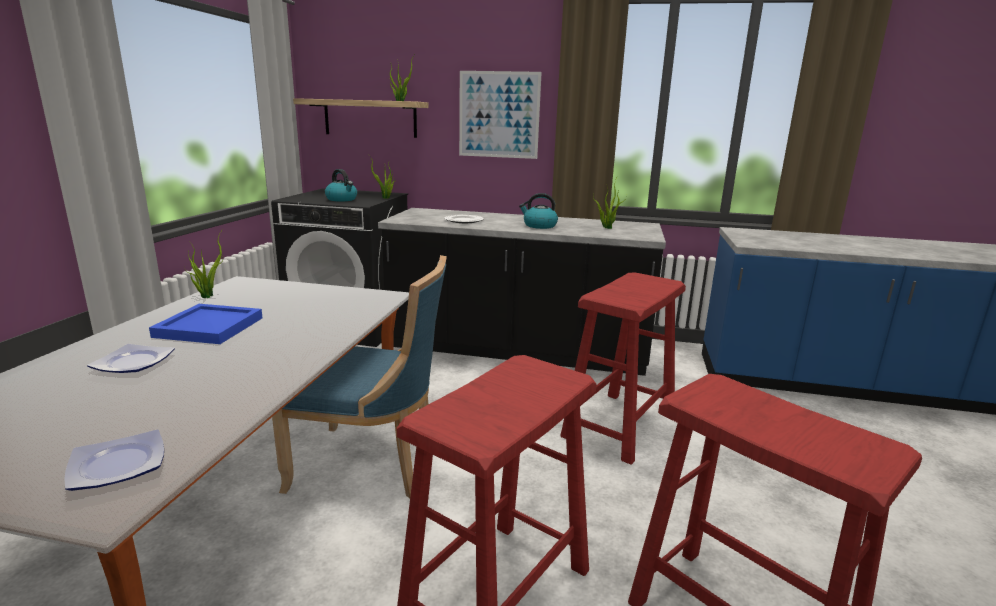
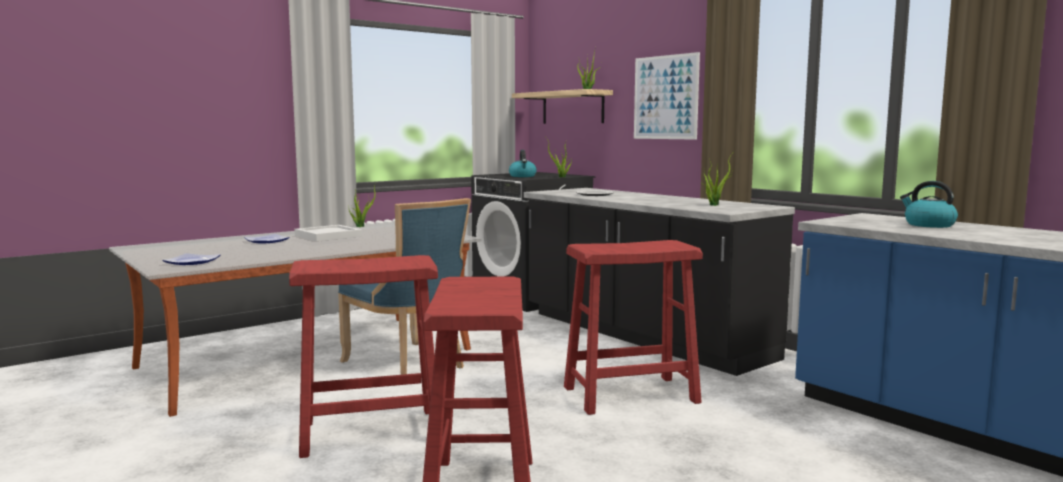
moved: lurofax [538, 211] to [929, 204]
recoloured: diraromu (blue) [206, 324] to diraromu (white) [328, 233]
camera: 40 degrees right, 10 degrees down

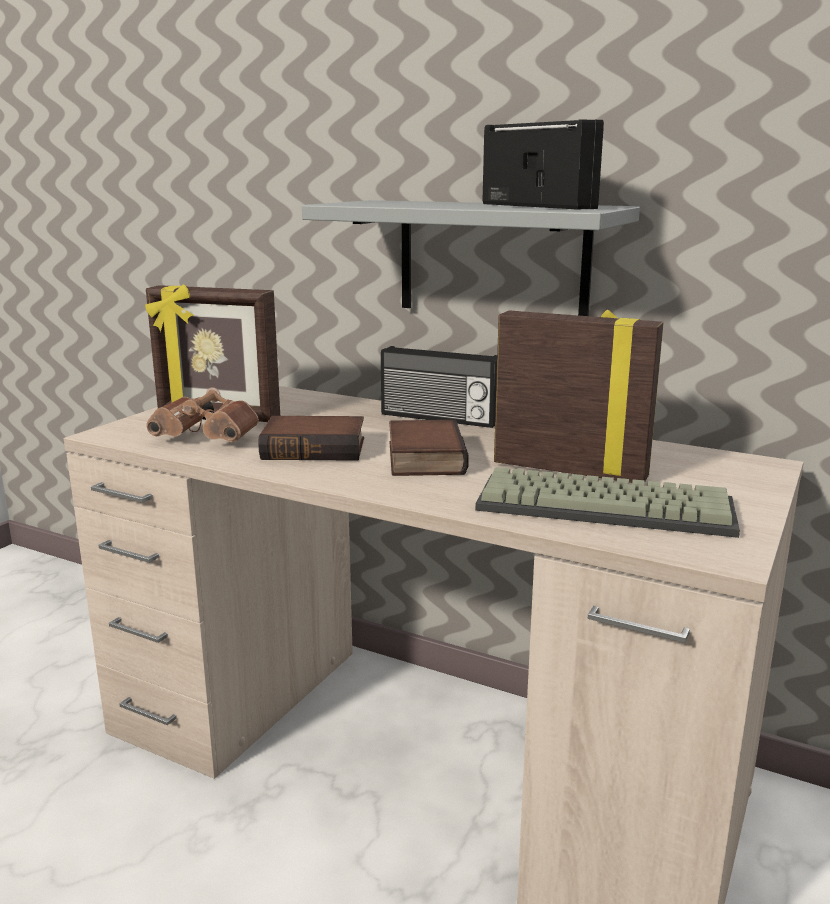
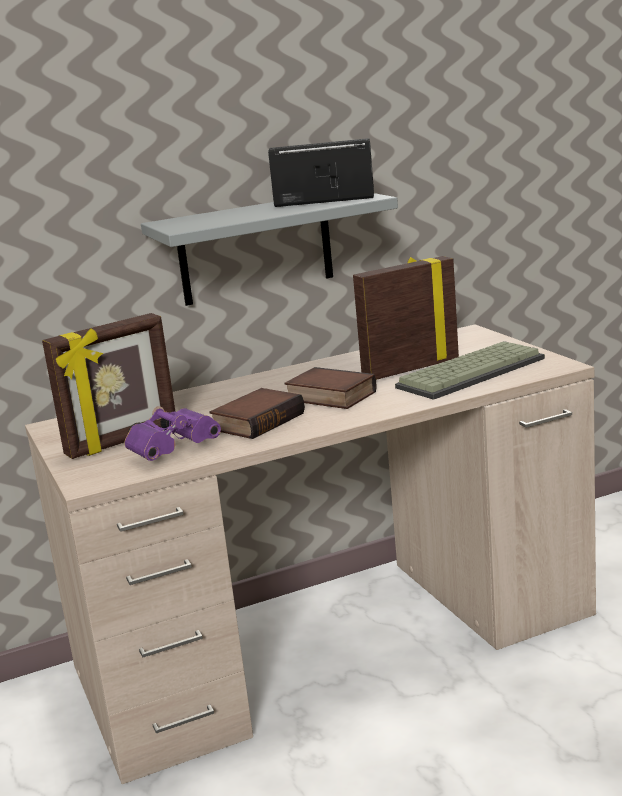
removed: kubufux [439, 387]
recoloured: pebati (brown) [202, 414] to pebati (purple) [172, 433]
camera: 50 degrees left, 0 degrees up

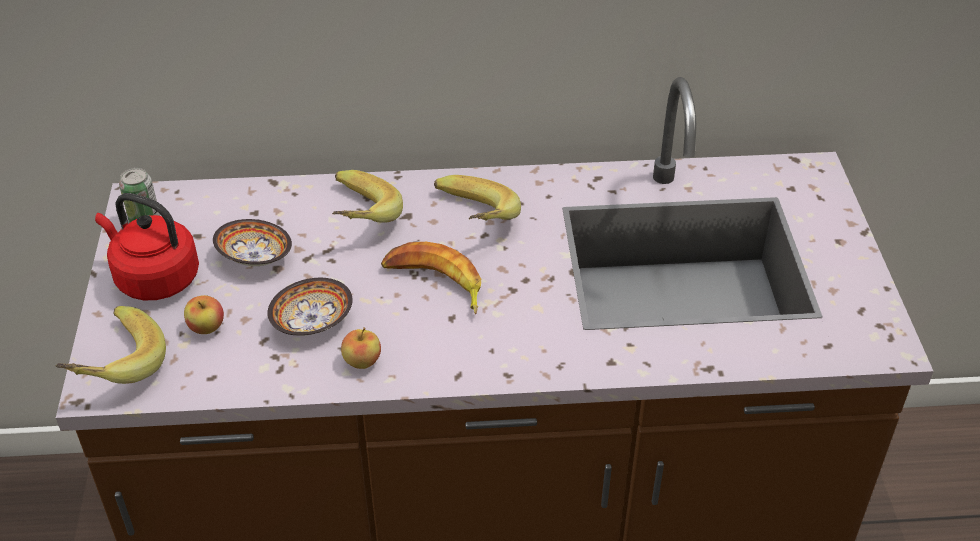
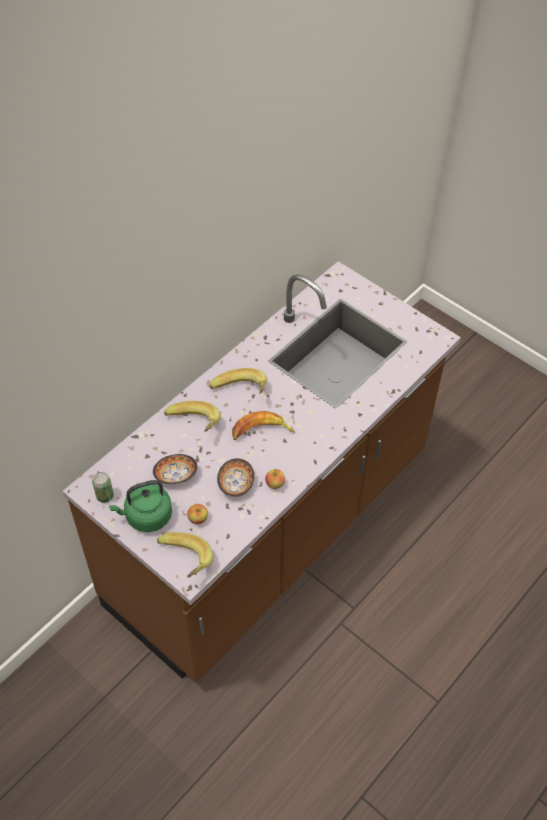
recoloured: lurofax (red) [147, 246] to lurofax (green) [140, 506]
camera: 45 degrees left, 10 degrees up

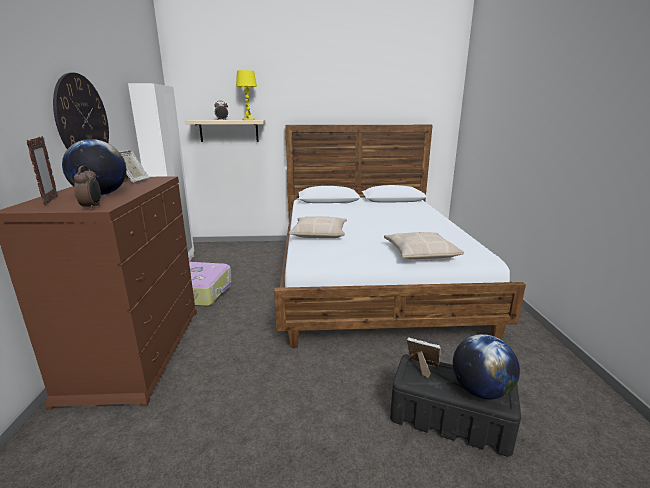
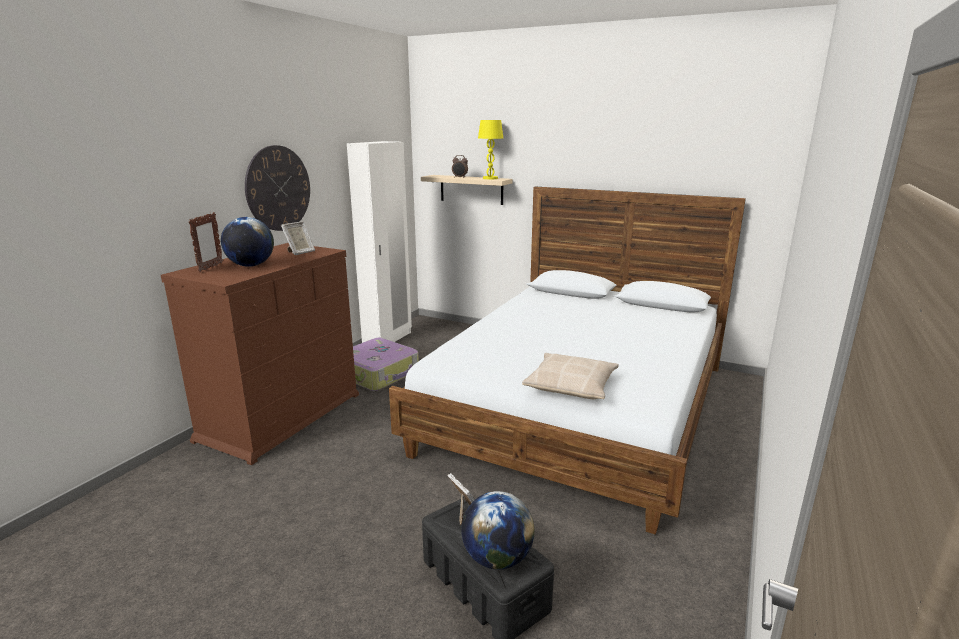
removed: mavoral [87, 188]; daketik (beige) [318, 227]
camera: 30 degrees right, 0 degrees up

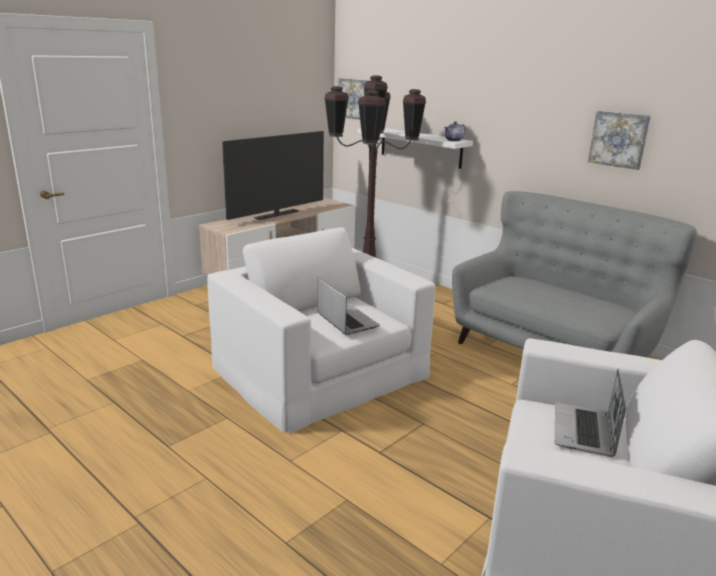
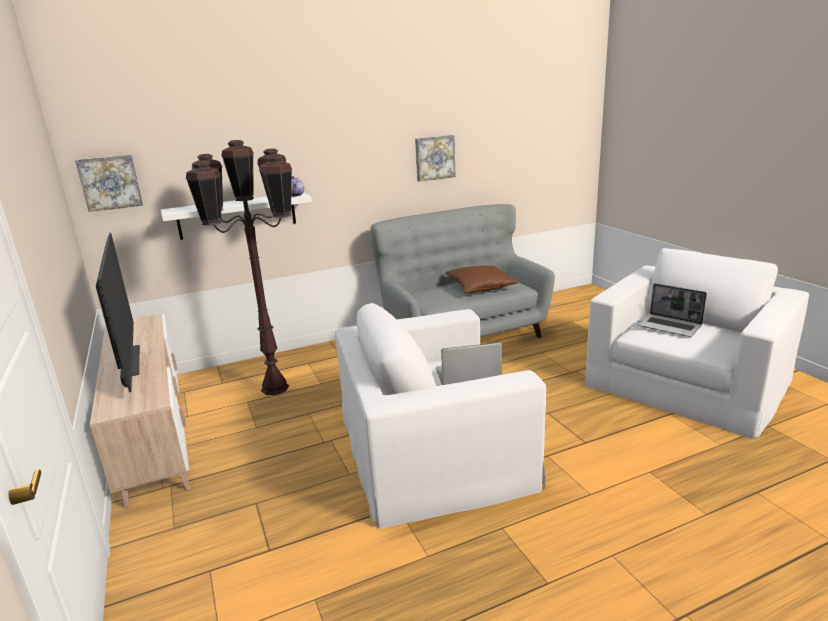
added: daketik (brown) [482, 279]
camera: 65 degrees left, 0 degrees up

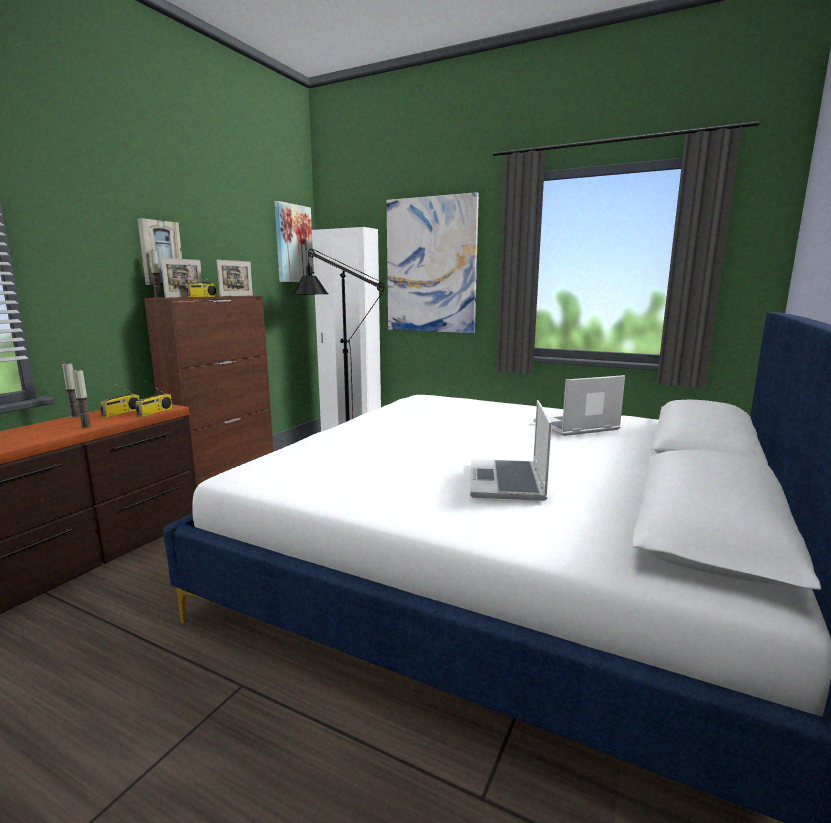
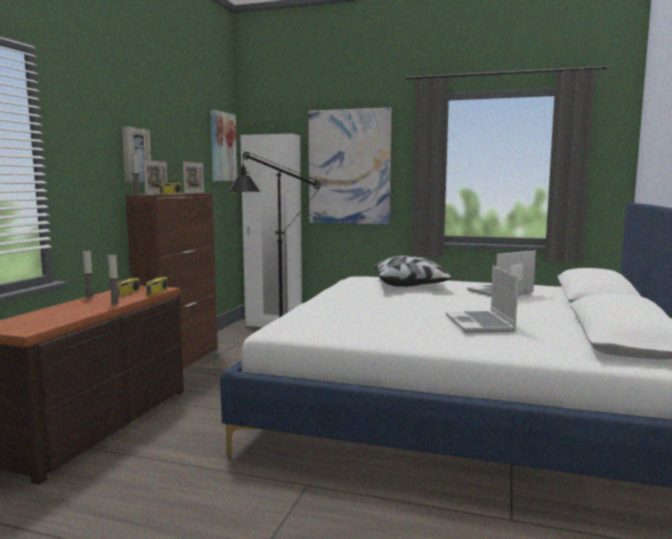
added: daketik [414, 271]
camera: 10 degrees left, 5 degrees down

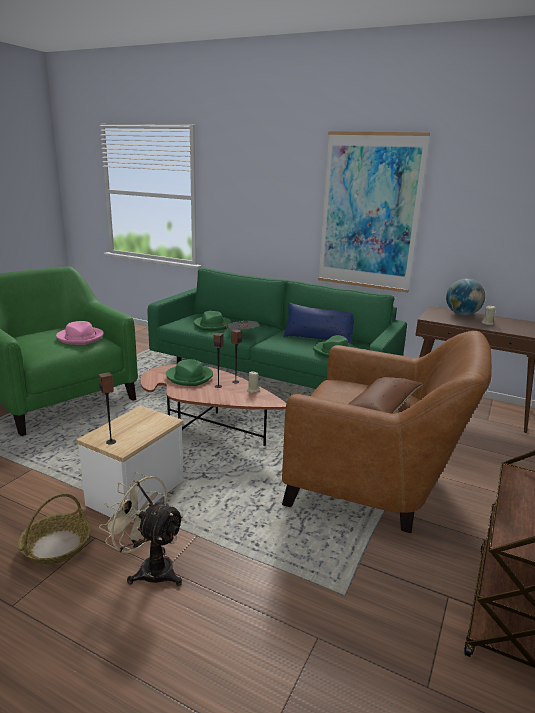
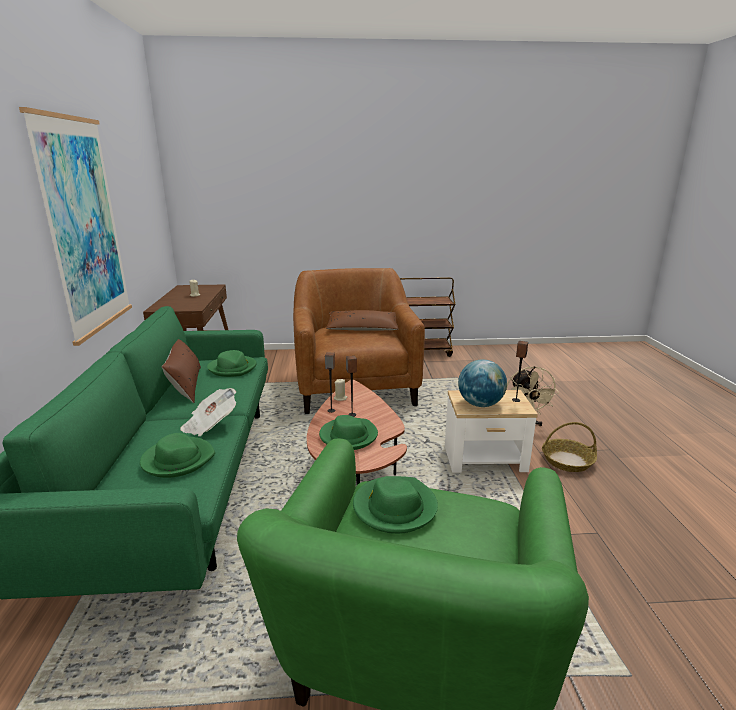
moved: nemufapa [465, 297] to [482, 383]
recoloured: daketik (blue) [318, 323] to daketik (brown) [181, 371]; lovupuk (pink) [80, 333] to lovupuk (green) [395, 505]
camera: 120 degrees left, 0 degrees up

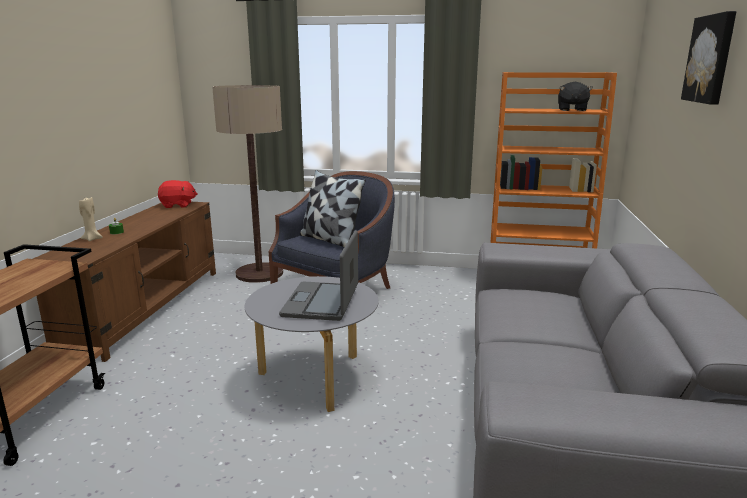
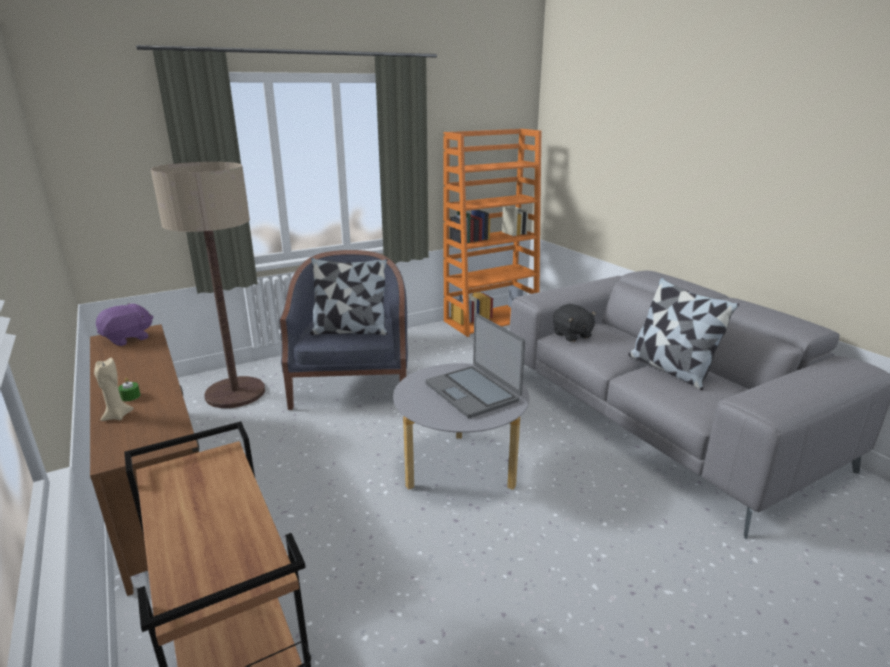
removed: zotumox [709, 58]
added: daketik [683, 333]
moved: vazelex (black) [575, 96] to [575, 323]
recoloured: vazelex (red) [178, 194] to vazelex (purple) [124, 324]
camera: 40 degrees left, 5 degrees up

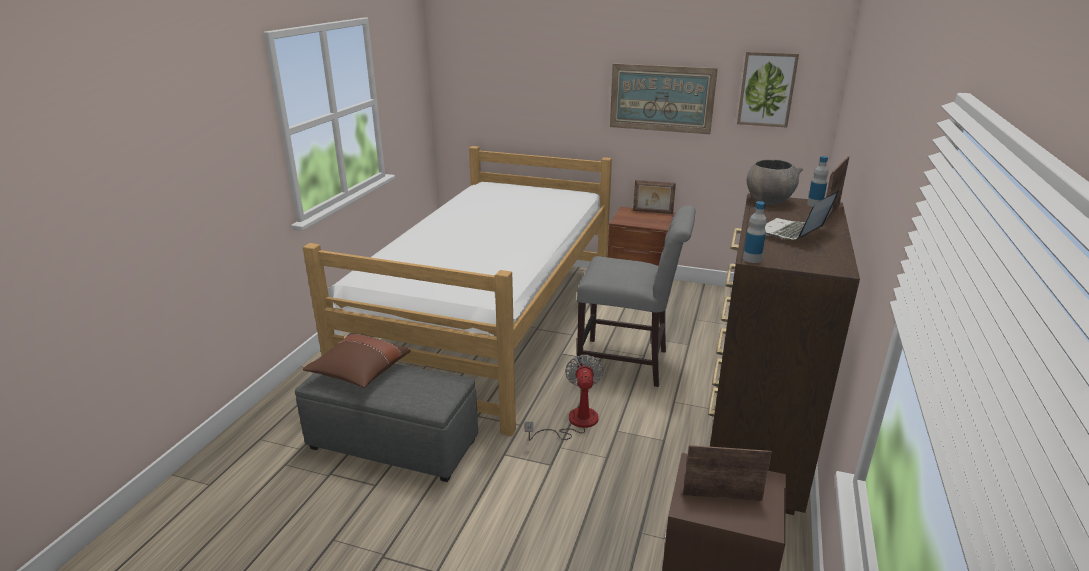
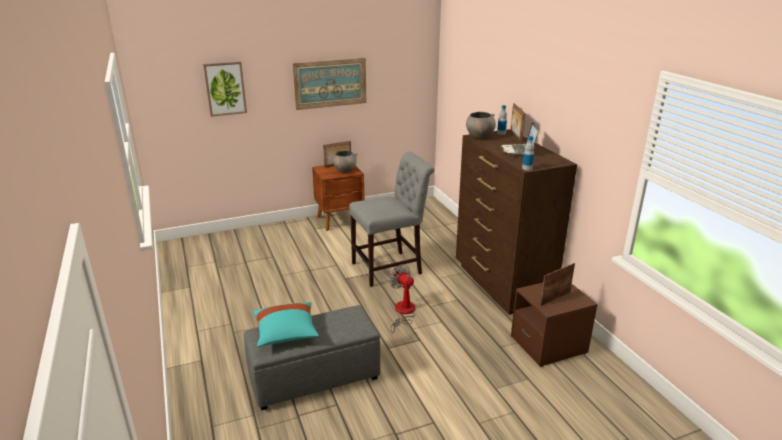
removed: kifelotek [457, 291]
added: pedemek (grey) [345, 161]
moved: zotumox [768, 90] to [225, 89]
recoloured: daketik (brown) [357, 360] to daketik (turquoise) [285, 324]
camera: 40 degrees left, 0 degrees up

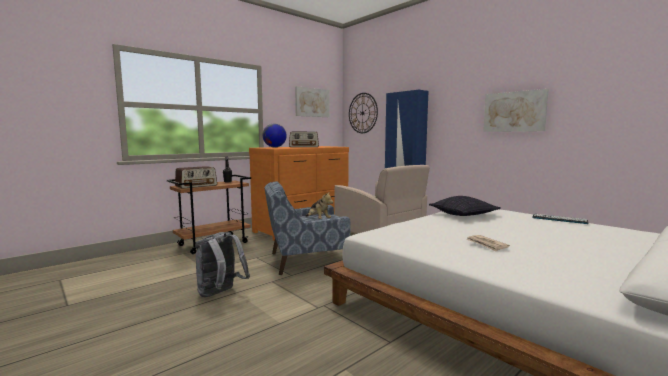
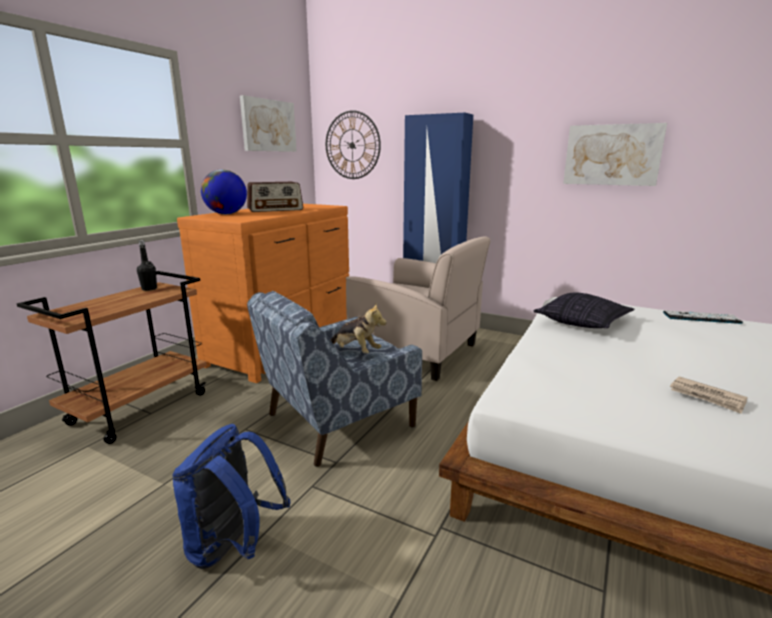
removed: kubufux [196, 177]
recoloured: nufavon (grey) [222, 264] to nufavon (blue) [231, 496]
camera: 20 degrees left, 10 degrees up

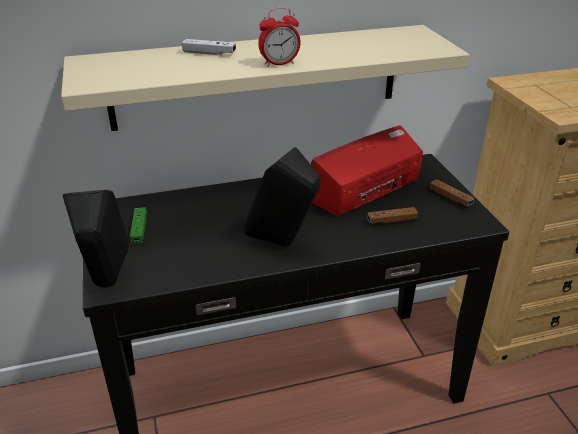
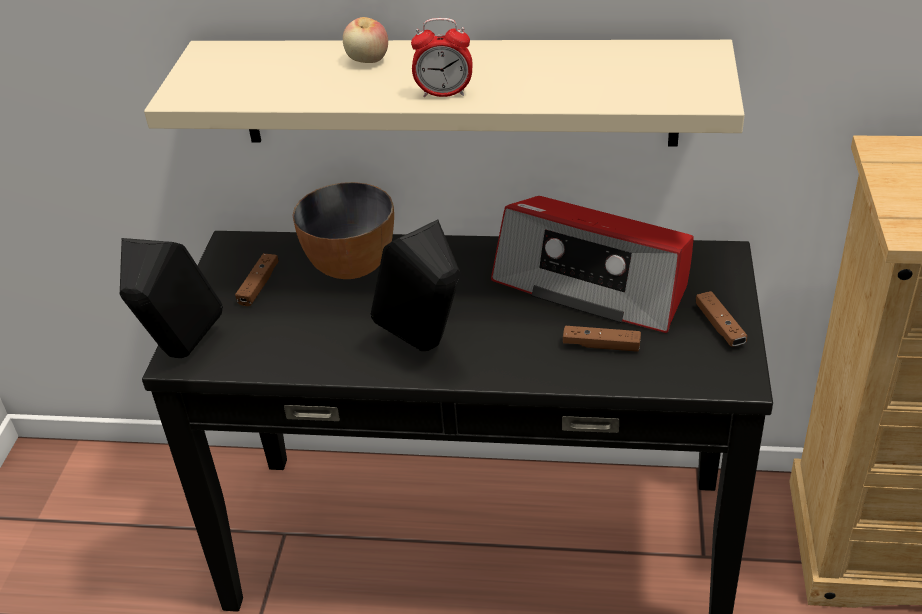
added: pedemek [343, 230]
replaced: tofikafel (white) [208, 47] to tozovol [365, 40]
recoloured: tofikafel (green) [138, 225] to tofikafel (brown) [257, 279]
turned: kubufux [367, 170] = [592, 264] 135 degrees counterclockwise
camera: 25 degrees right, 5 degrees up

